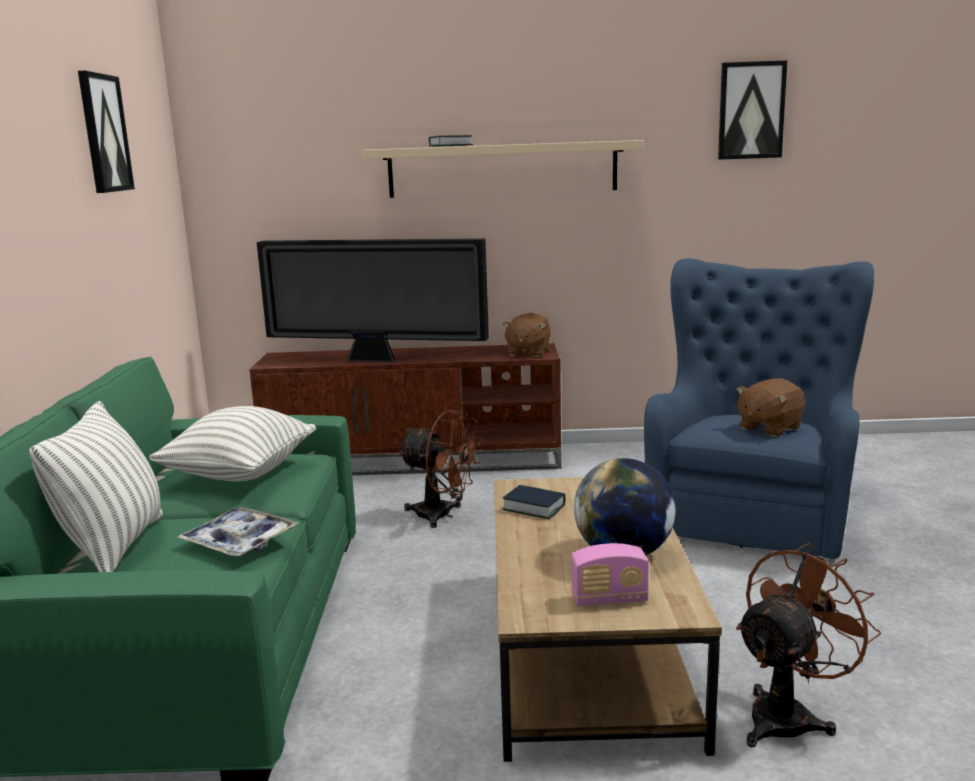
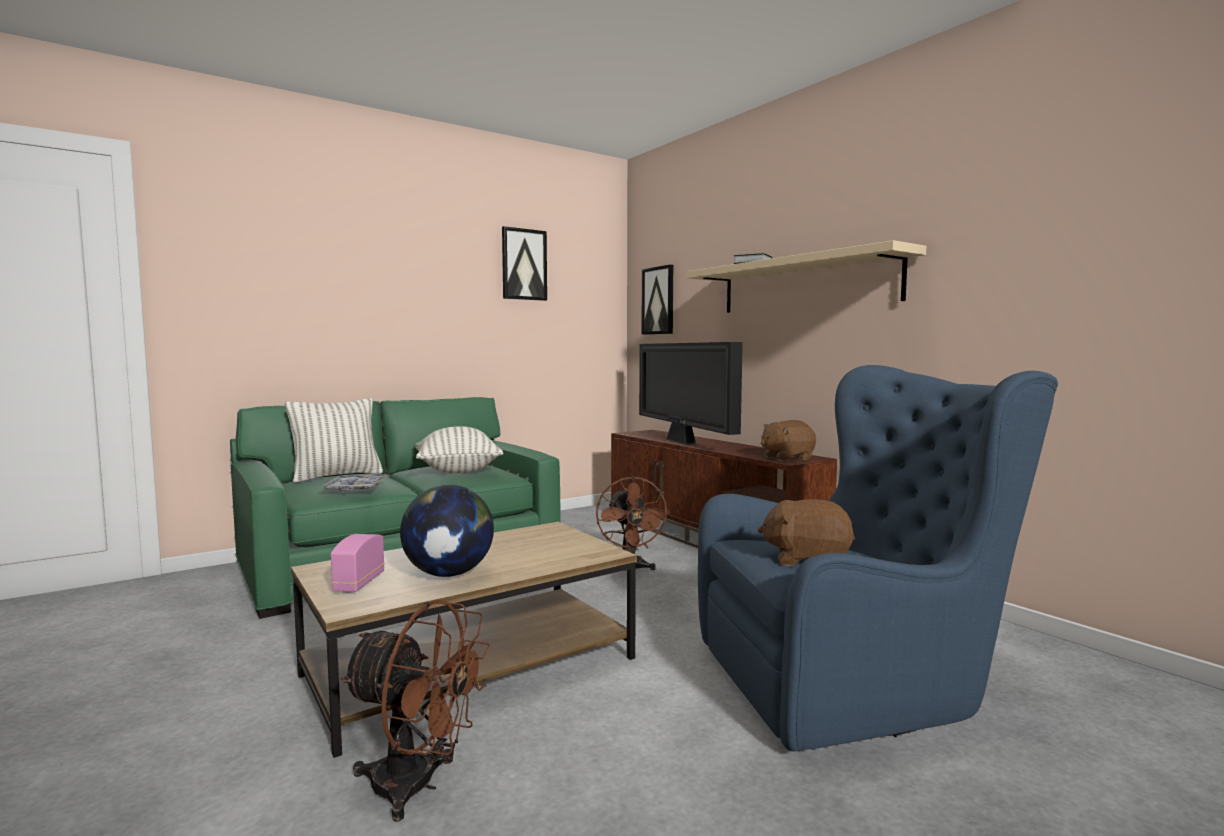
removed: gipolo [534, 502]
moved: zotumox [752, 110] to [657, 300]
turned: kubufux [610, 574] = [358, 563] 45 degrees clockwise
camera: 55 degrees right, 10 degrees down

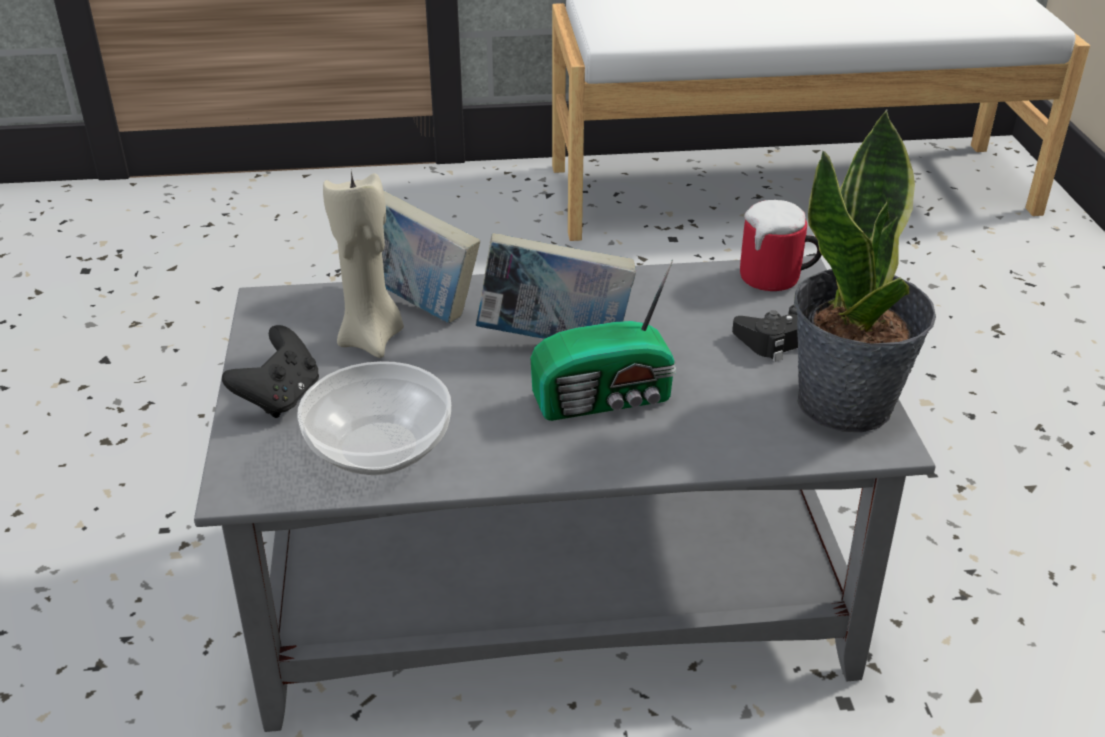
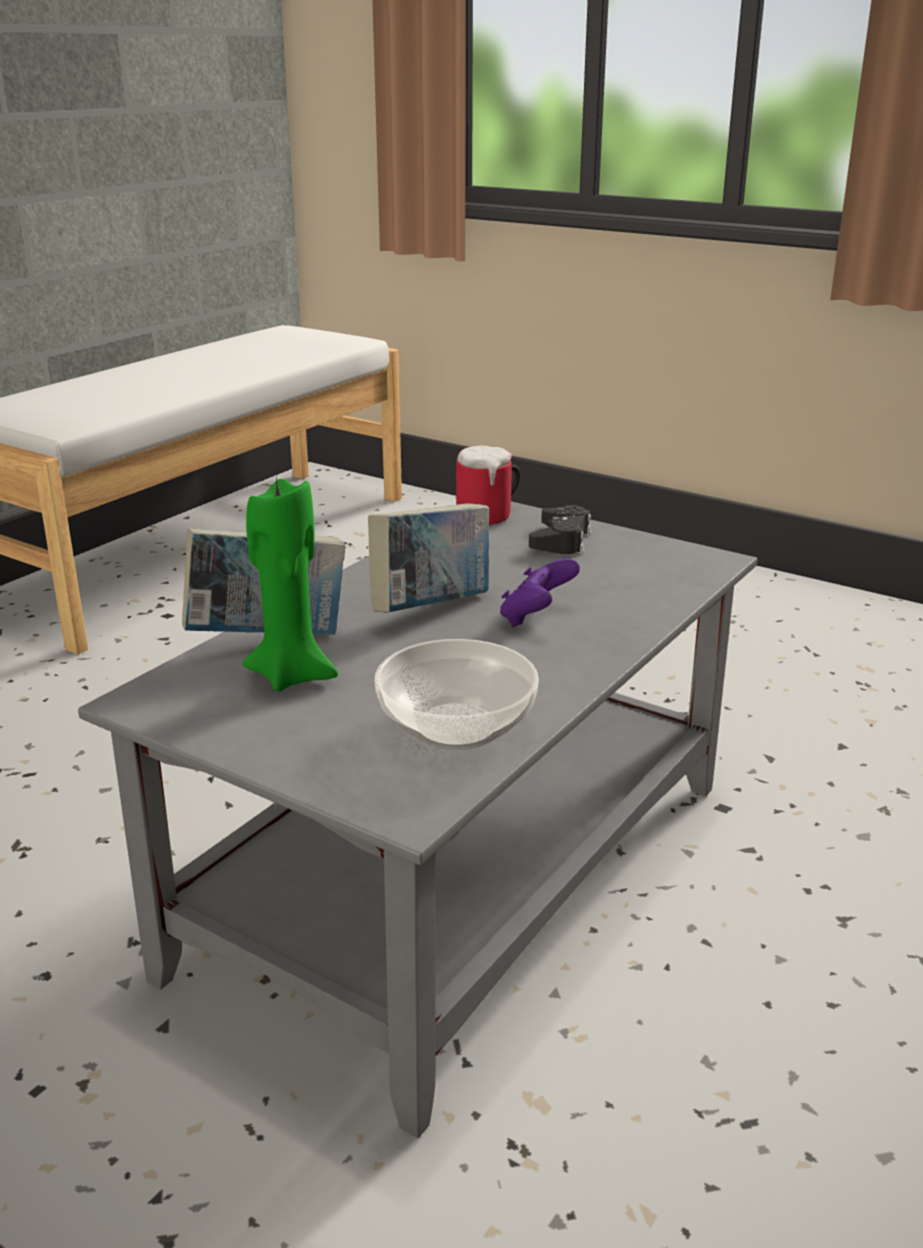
removed: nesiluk [865, 271]; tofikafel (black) [270, 371]
replaced: kubufux [603, 340] to tofikafel (purple) [540, 592]
recoloured: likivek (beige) [363, 264] to likivek (green) [290, 584]
camera: 50 degrees left, 10 degrees down

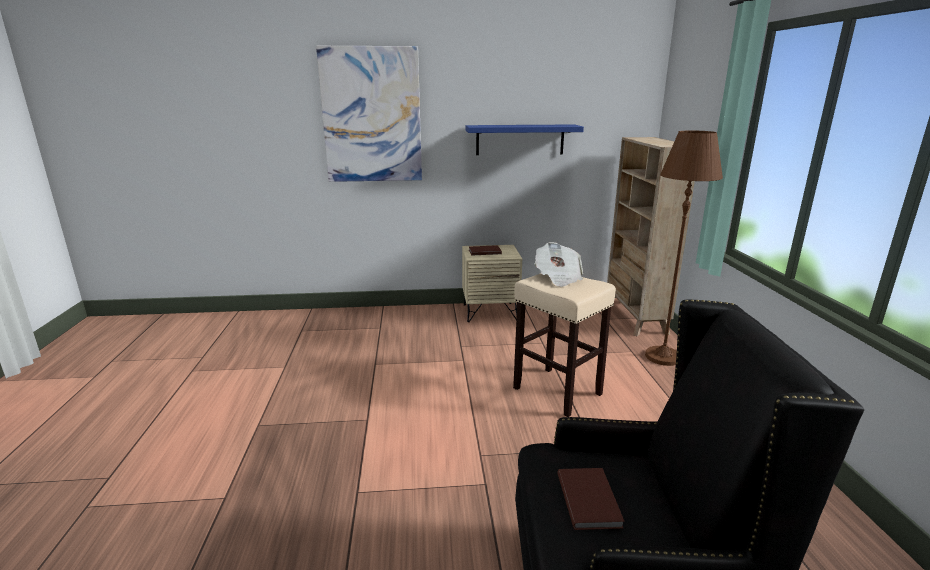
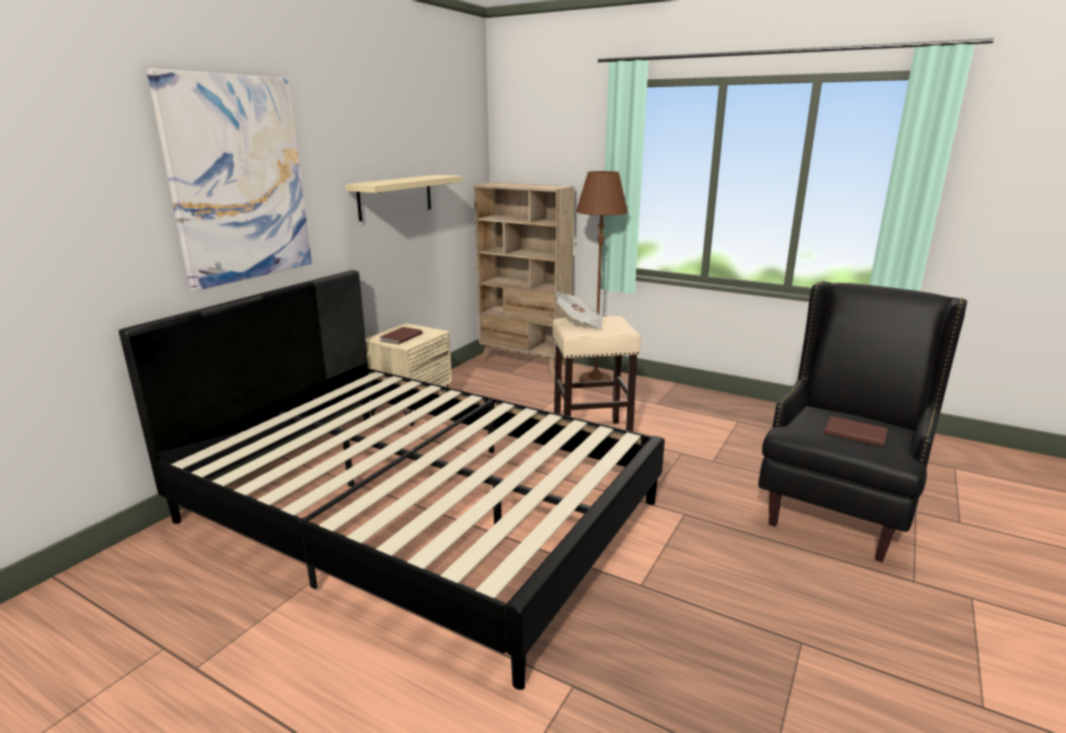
added: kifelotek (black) [392, 480]
recoloured: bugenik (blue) [524, 139] to bugenik (beige) [404, 198]
camera: 55 degrees left, 0 degrees up

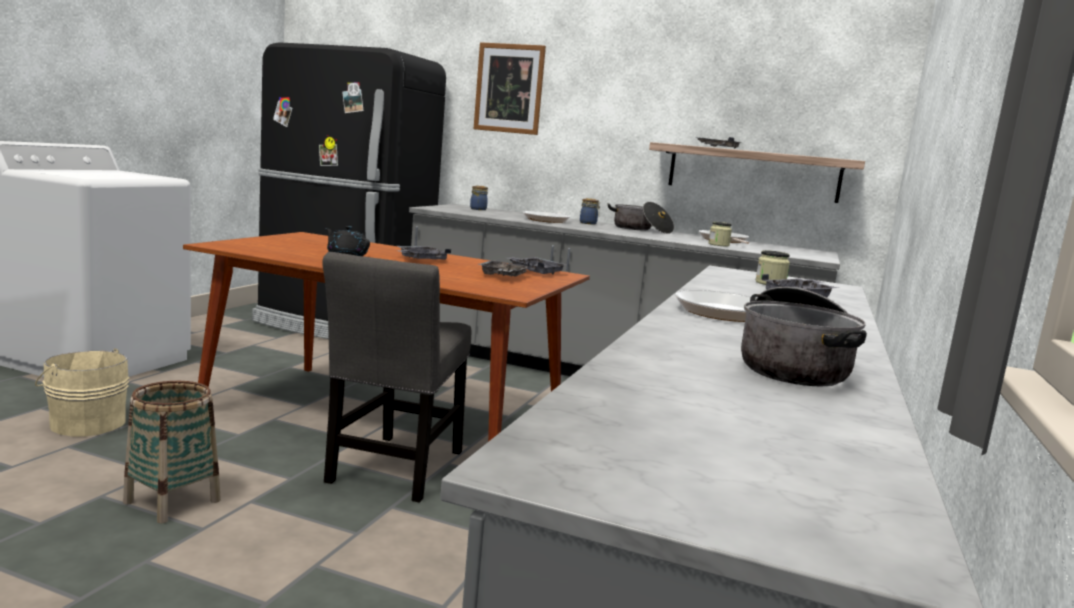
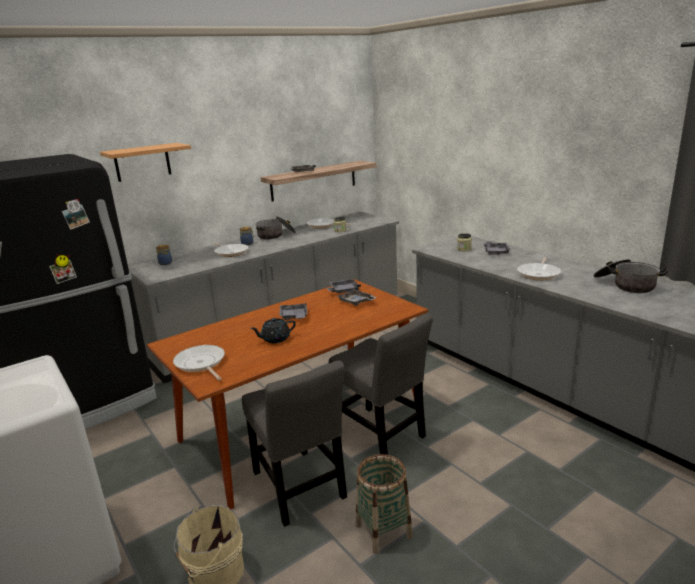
added: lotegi [199, 363]; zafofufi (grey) [294, 443]
replaced: zotumox [510, 88] to bugenik [145, 162]
camera: 55 degrees left, 10 degrees up

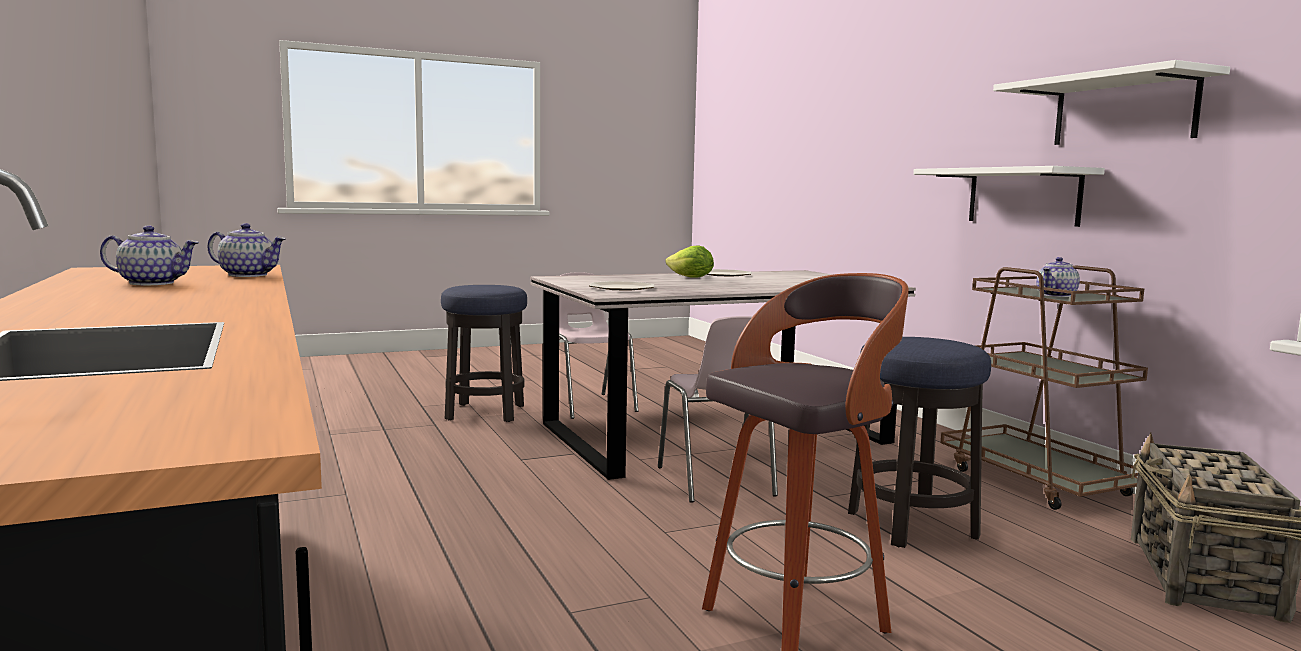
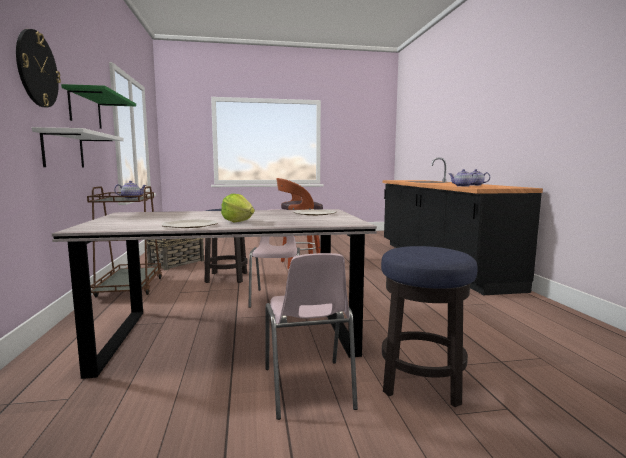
added: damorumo [38, 68]
recoloured: bugenik (white) [1111, 102] to bugenik (green) [98, 106]
camera: 165 degrees left, 0 degrees up

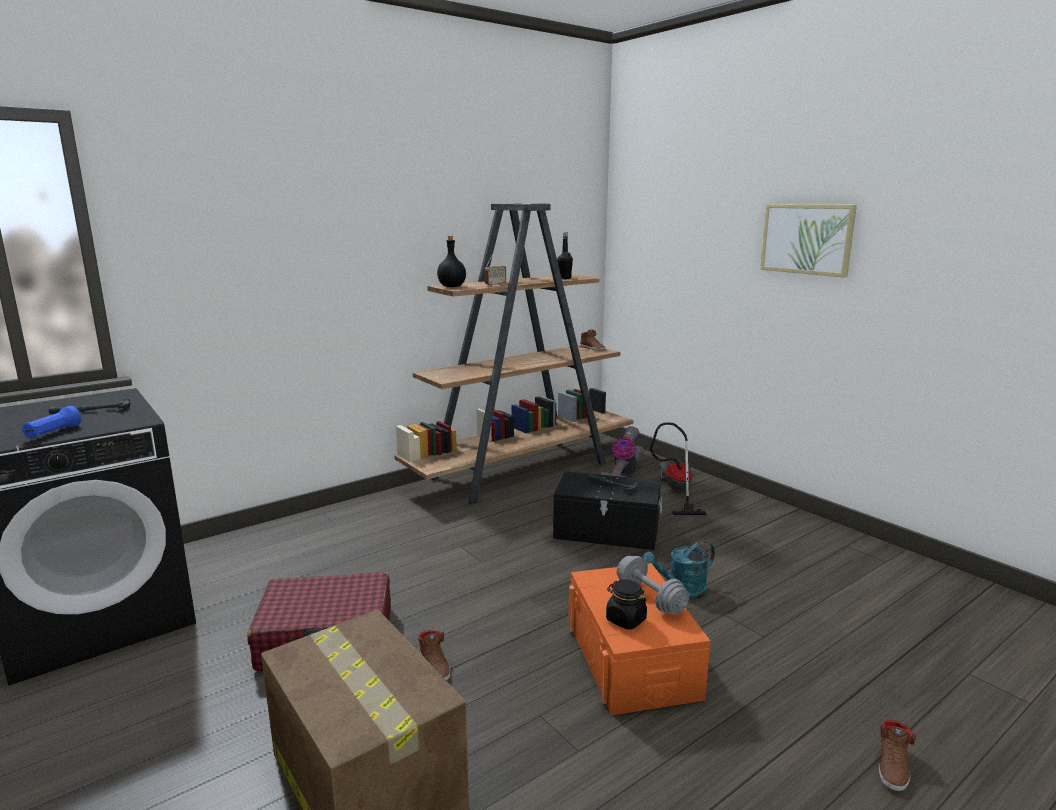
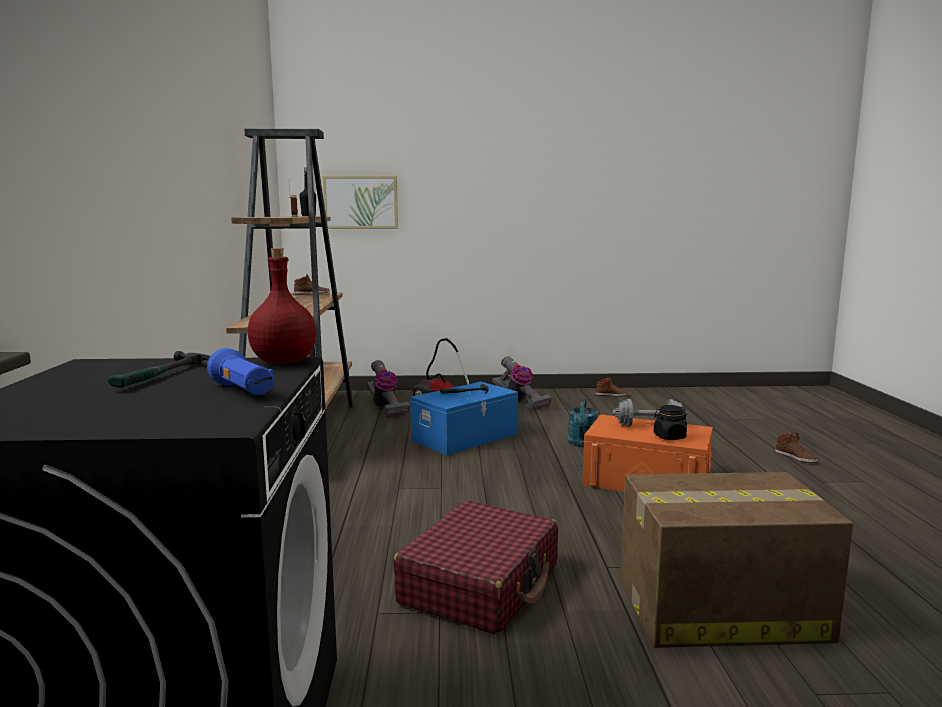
removed: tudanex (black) [451, 261]
added: tudanex (red) [282, 306]; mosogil [522, 382]
moved: zotumox [808, 241] to [360, 202]; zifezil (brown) [434, 655] to [612, 387]
recoloured: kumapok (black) [607, 510] to kumapok (blue) [464, 418]
camera: 55 degrees left, 5 degrees down

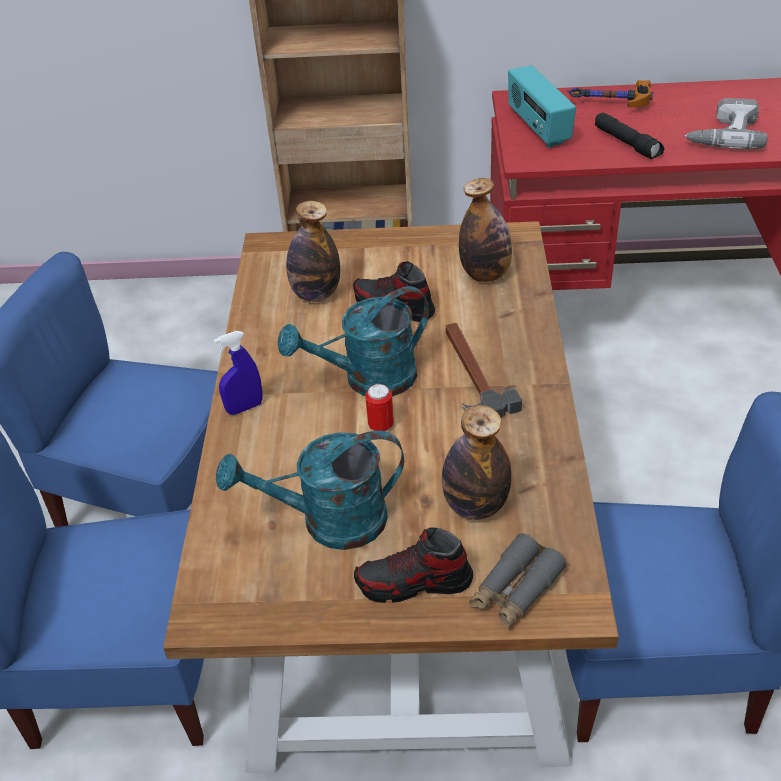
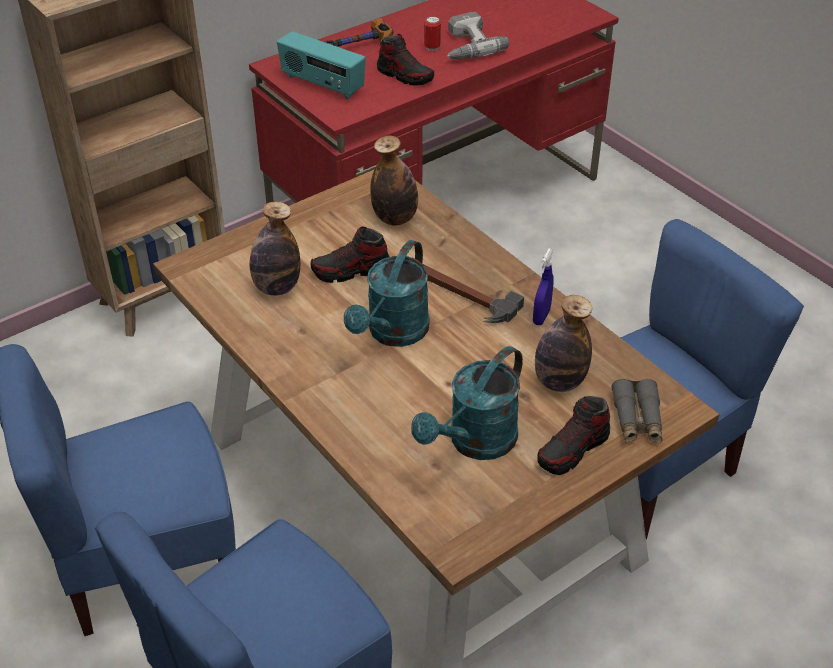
moved: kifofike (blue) [237, 373] to [543, 286]; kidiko [379, 408] to [432, 33]
replaced: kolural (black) [629, 136] to zifezil [405, 60]
camera: 40 degrees left, 0 degrees up

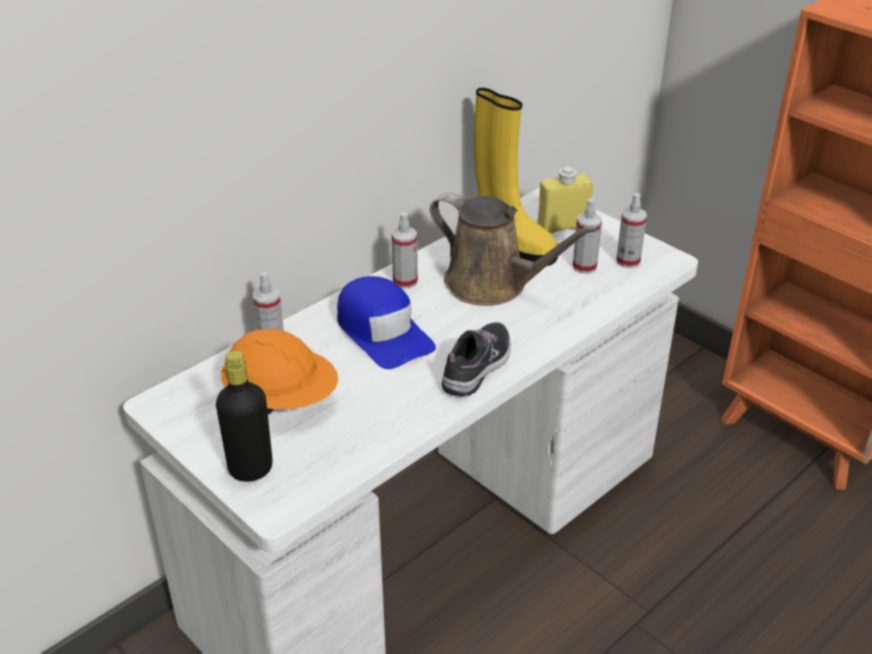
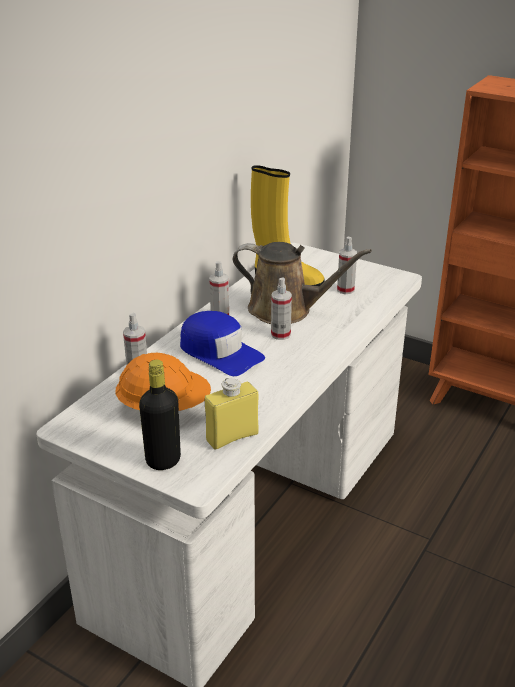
removed: zifezil [476, 359]
moved: tudanex (yellow) [565, 199] to [231, 414]; kifofike [631, 230] to [281, 308]
camera: 15 degrees left, 5 degrees down

